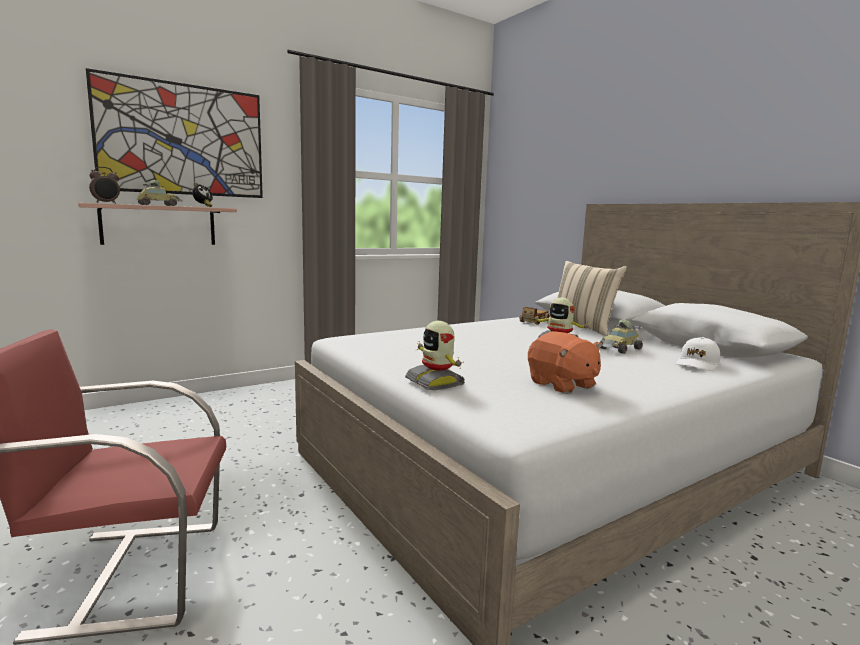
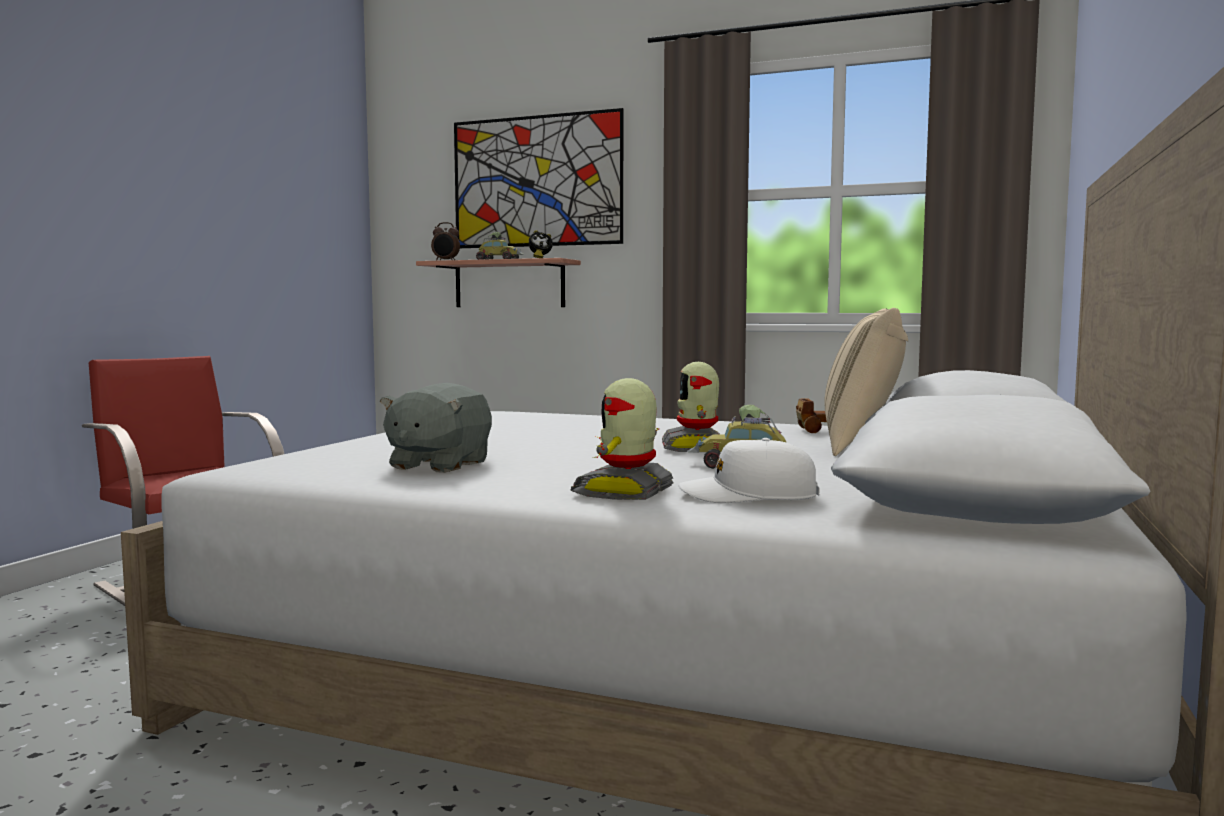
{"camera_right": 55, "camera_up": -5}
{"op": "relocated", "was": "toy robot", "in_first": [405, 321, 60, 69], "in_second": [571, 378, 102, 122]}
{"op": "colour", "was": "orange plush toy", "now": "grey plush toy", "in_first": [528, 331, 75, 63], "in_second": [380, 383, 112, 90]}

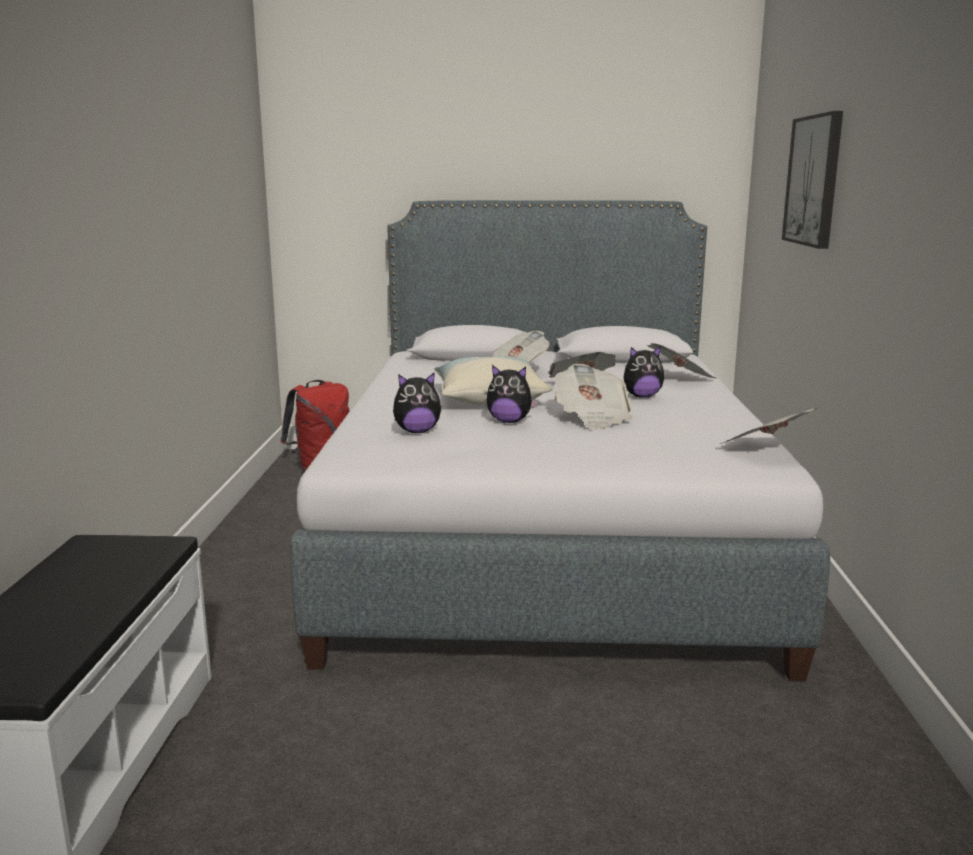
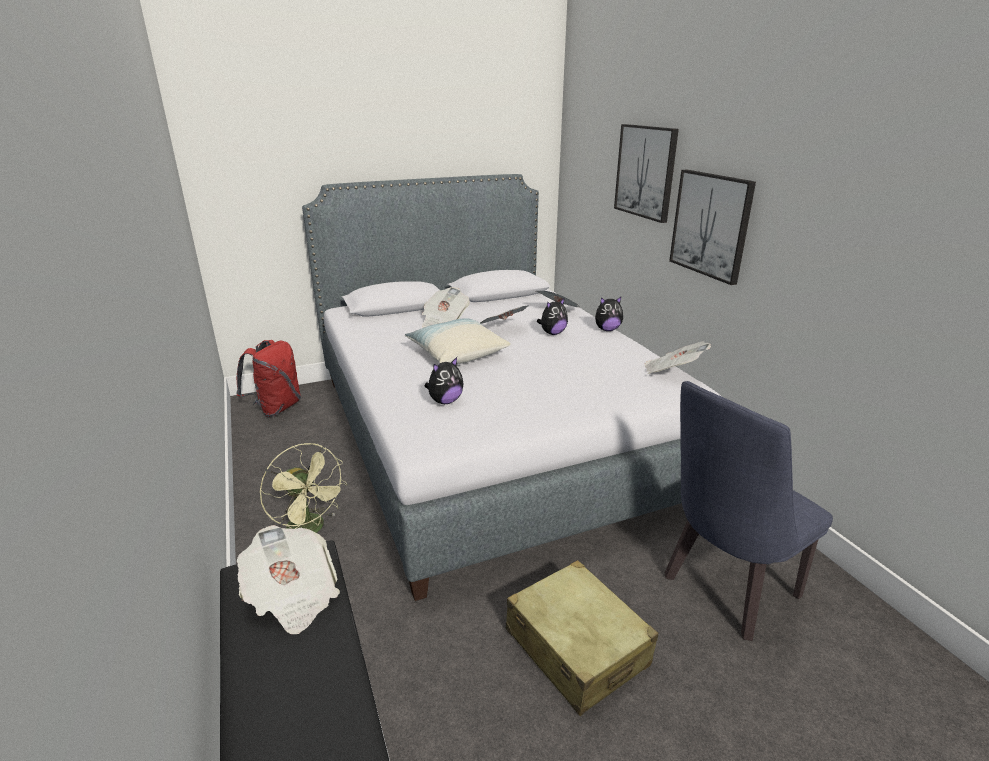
{"camera_right": -25, "camera_up": 10}
{"op": "relocated", "was": "newspaper", "in_first": [554, 364, 78, 66], "in_second": [237, 525, 103, 109]}
{"op": "relocated", "was": "plush toy", "in_first": [486, 365, 52, 58], "in_second": [595, 297, 28, 34]}
{"op": "appeared", "now": "picture", "in_second": [669, 170, 87, 115]}
{"op": "appeared", "now": "blue chair", "in_second": [665, 381, 168, 260]}
{"op": "appeared", "now": "green fan", "in_second": [259, 443, 89, 90]}
{"op": "appeared", "now": "beige suitcase", "in_second": [506, 560, 152, 156]}

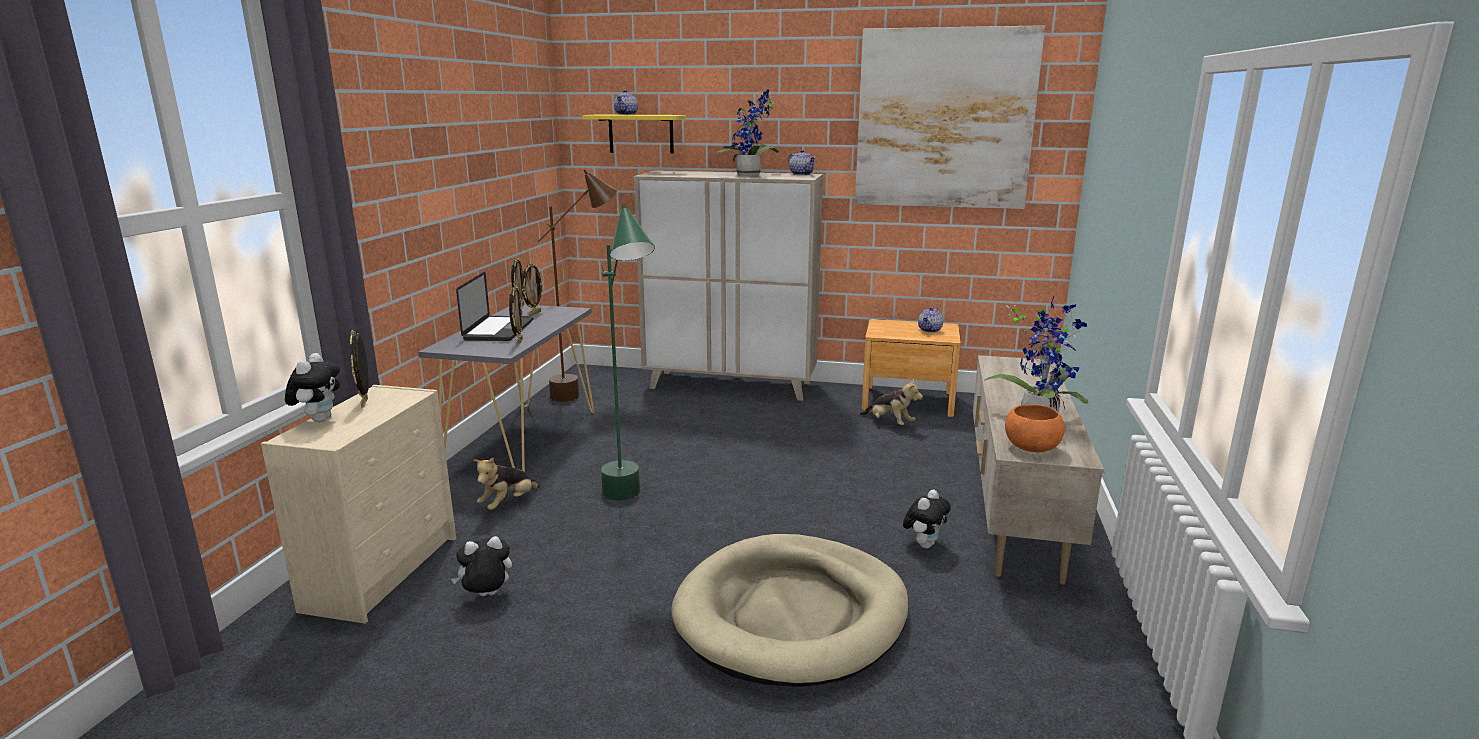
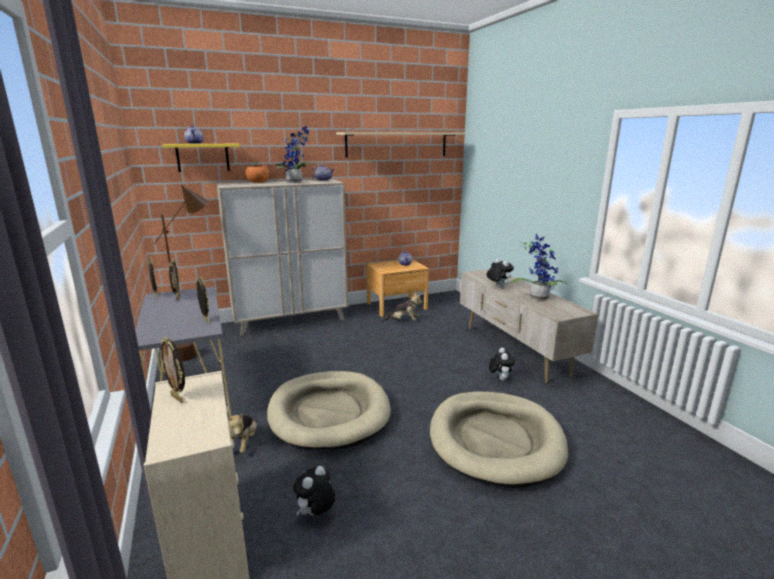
{"camera_right": -35, "camera_up": 0}
{"op": "exchanged", "was": "picture", "now": "beige shelf", "in_first": [855, 25, 190, 184], "in_second": [336, 132, 130, 26]}
{"op": "exchanged", "was": "green floor lamp", "now": "beige dog bed", "in_first": [601, 203, 54, 298], "in_second": [267, 371, 124, 79]}
{"op": "missing", "was": "laptop", "in_first": [456, 272, 77, 69]}
{"op": "relocated", "was": "plush toy", "in_first": [285, 353, 55, 69], "in_second": [486, 258, 28, 30]}
{"op": "relocated", "was": "orange bowl", "in_first": [1005, 404, 60, 48], "in_second": [245, 166, 24, 17]}

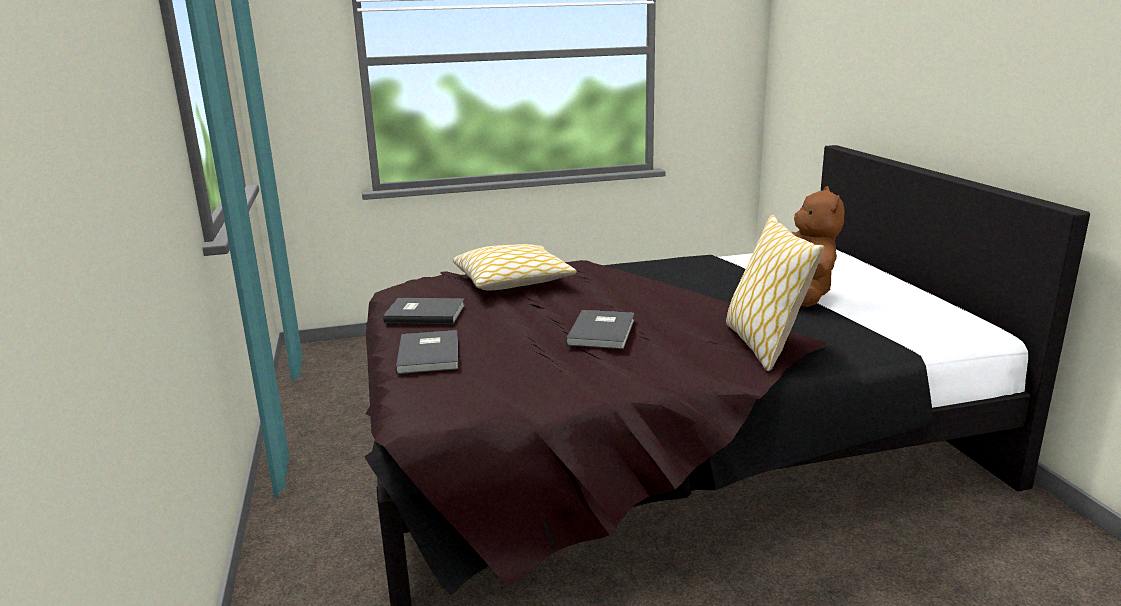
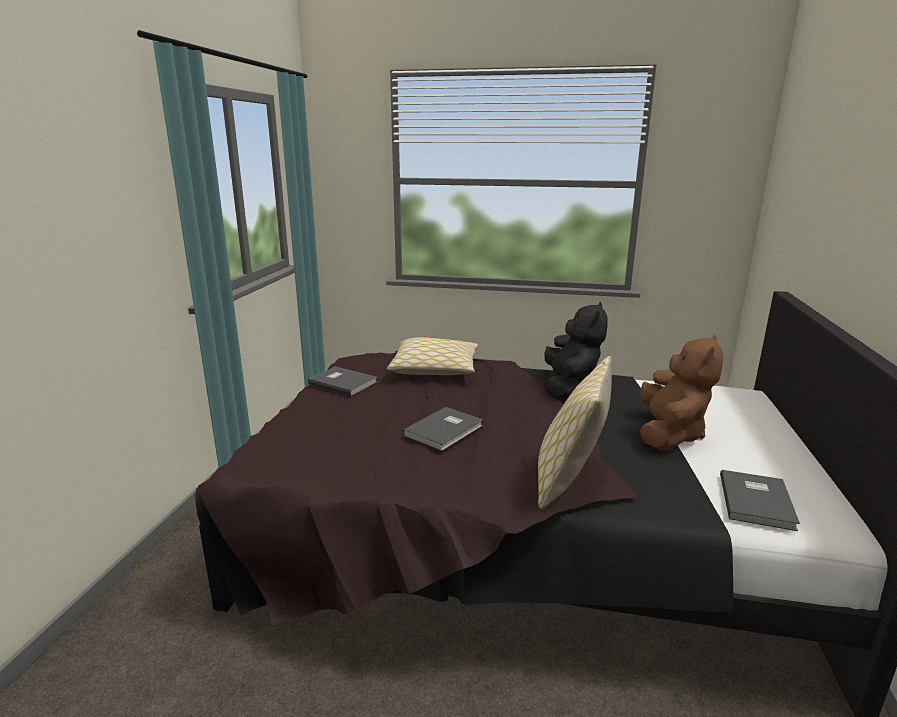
{"camera_right": 25, "camera_up": 0}
{"op": "relocated", "was": "grey book", "in_first": [396, 330, 62, 44], "in_second": [720, 470, 80, 61]}
{"op": "appeared", "now": "black plush toy", "in_second": [544, 302, 63, 98]}

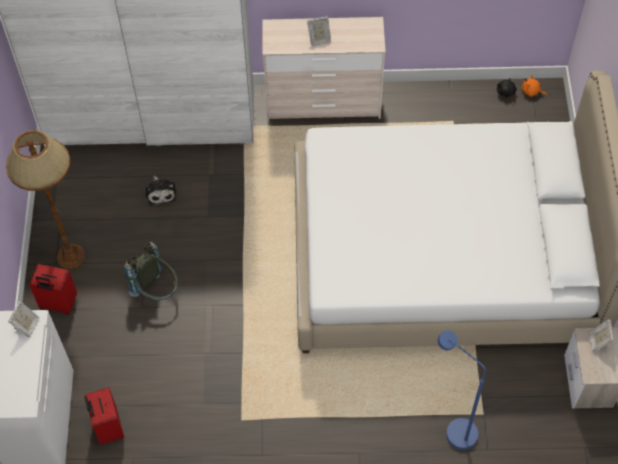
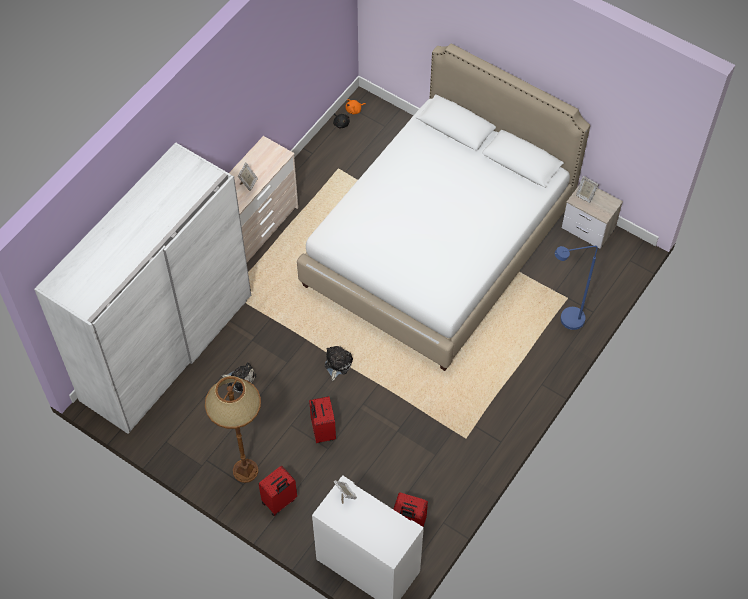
{"camera_right": -55, "camera_up": 0}
{"op": "exchanged", "was": "grey backpack", "now": "red suitcase", "in_first": [124, 242, 54, 58], "in_second": [309, 396, 27, 47]}
{"op": "appeared", "now": "plush toy", "in_second": [325, 346, 28, 35]}

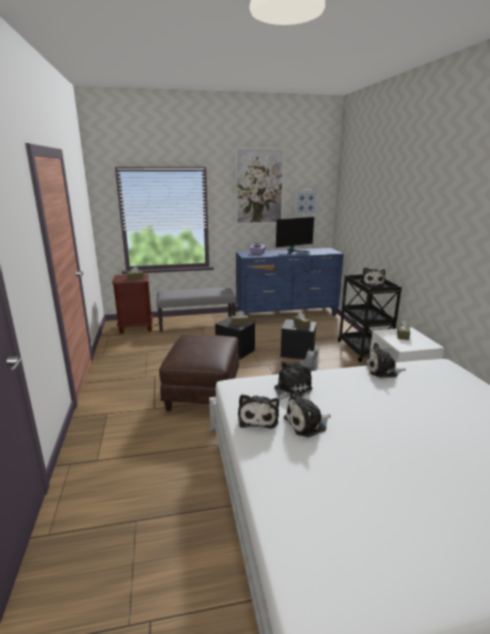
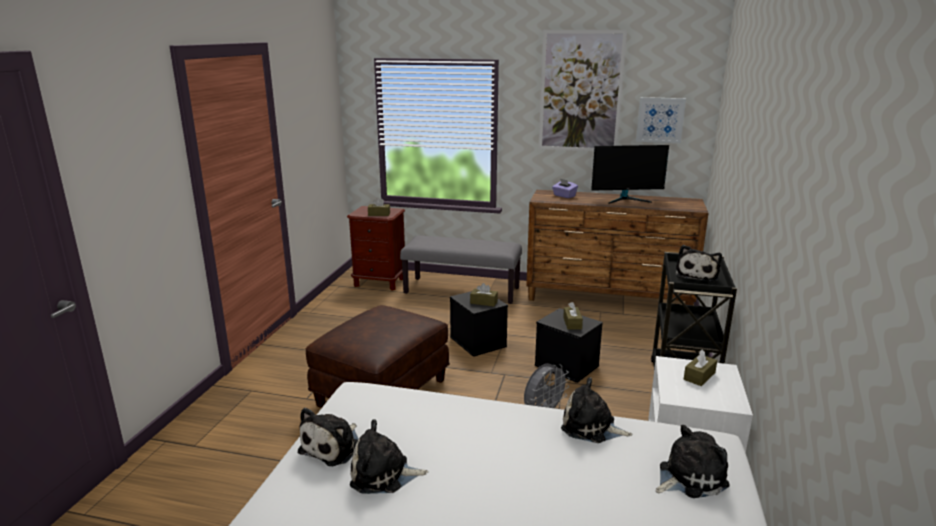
{"camera_right": 25, "camera_up": 0}
{"op": "colour", "was": "blue dresser", "now": "brown dresser", "in_first": [236, 248, 108, 68], "in_second": [526, 190, 183, 115]}
{"op": "relocated", "was": "plush toy", "in_first": [274, 361, 39, 40], "in_second": [656, 425, 74, 73]}

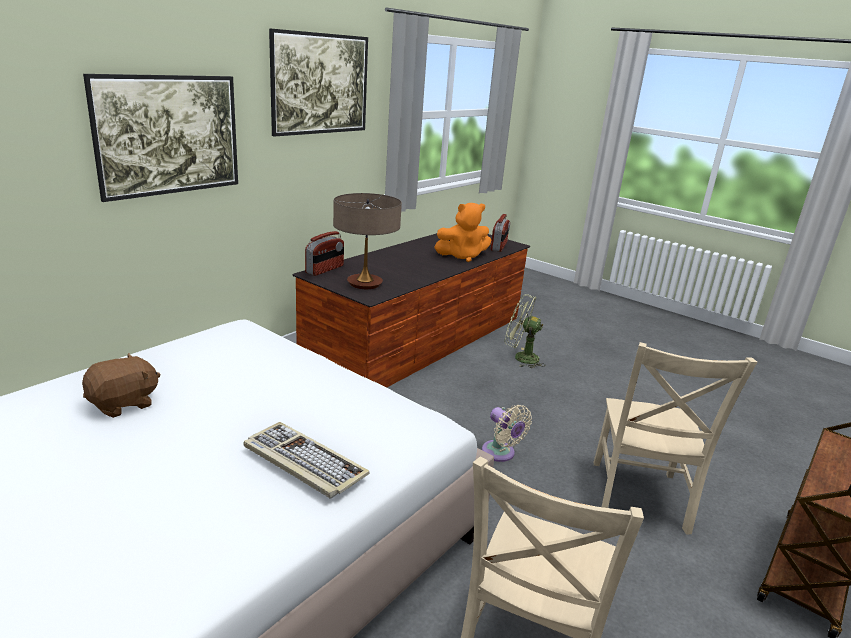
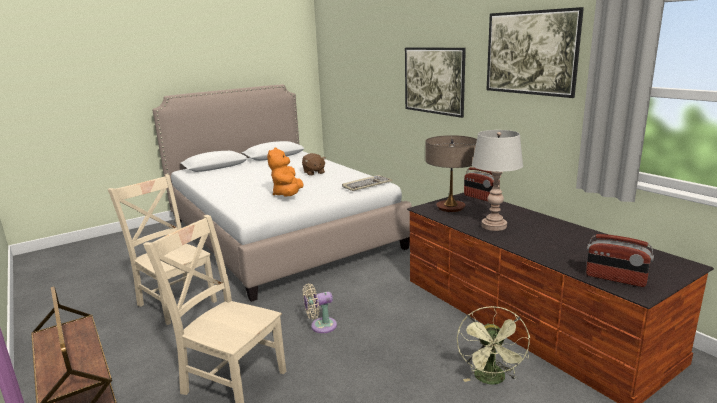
{"camera_right": 110, "camera_up": -5}
{"op": "relocated", "was": "orange plush toy", "in_first": [434, 203, 57, 59], "in_second": [267, 147, 37, 49]}
{"op": "spun", "was": "green fan", "in_first": [505, 294, 38, 74], "in_second": [457, 306, 73, 79], "clockwise": 150}
{"op": "relocated", "was": "keyboard", "in_first": [243, 422, 127, 76], "in_second": [342, 175, 51, 16]}
{"op": "appeared", "now": "grey table lamp", "in_second": [472, 130, 51, 101]}

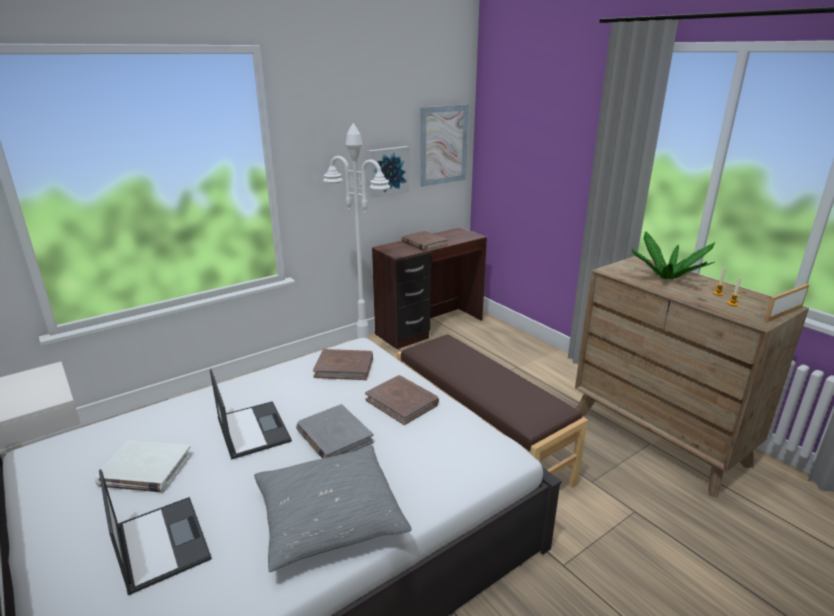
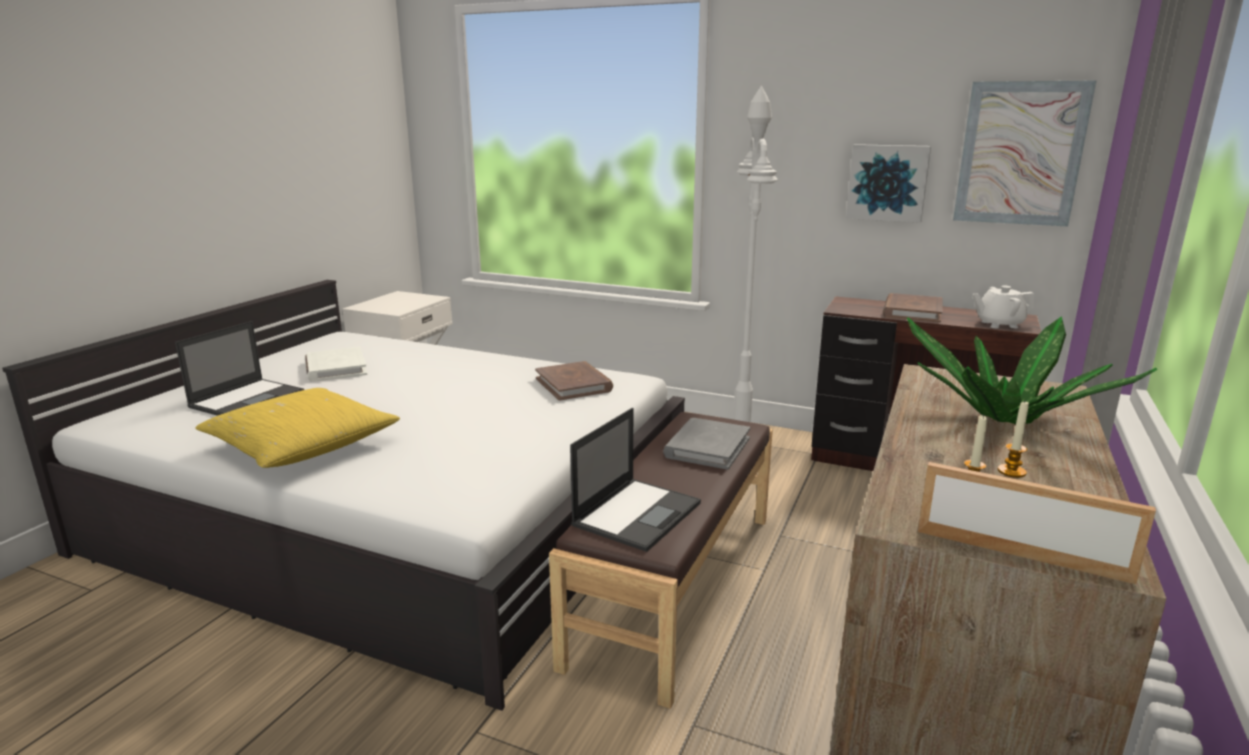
{"camera_right": 60, "camera_up": -5}
{"op": "relocated", "was": "laptop", "in_first": [210, 369, 82, 91], "in_second": [570, 408, 131, 144]}
{"op": "missing", "was": "brown book", "in_first": [365, 375, 74, 50]}
{"op": "relocated", "was": "grey book", "in_first": [296, 404, 78, 54], "in_second": [663, 418, 87, 52]}
{"op": "colour", "was": "grey pillow", "now": "yellow pillow", "in_first": [254, 445, 158, 127], "in_second": [195, 388, 205, 80]}
{"op": "appeared", "now": "white teapot", "in_second": [973, 285, 62, 43]}

